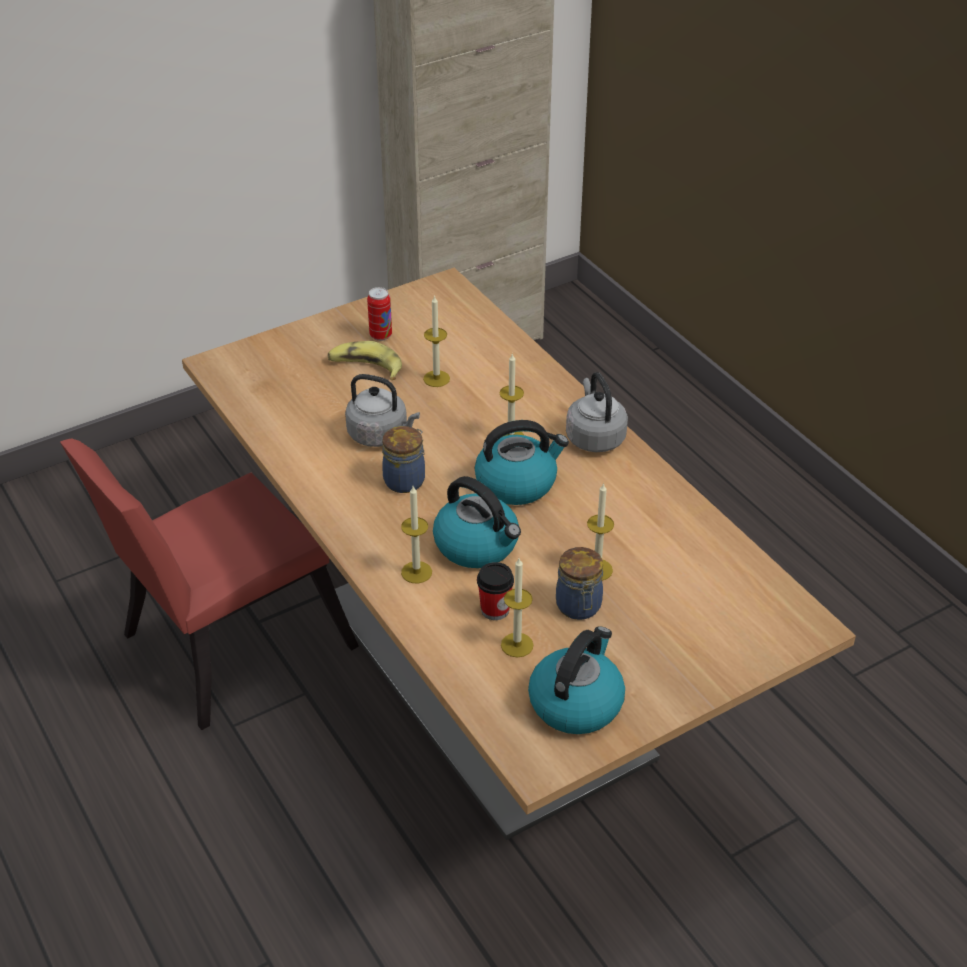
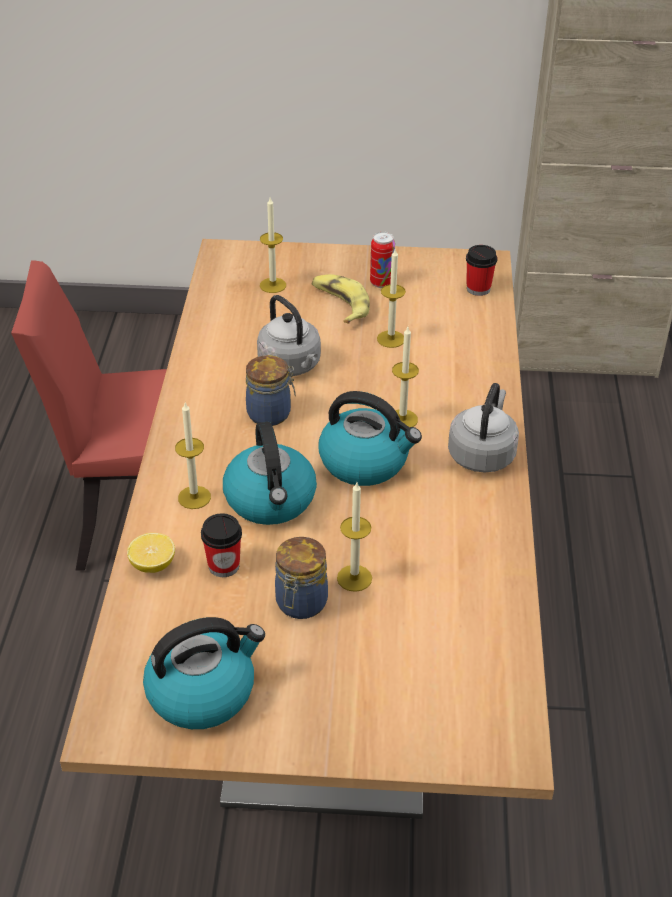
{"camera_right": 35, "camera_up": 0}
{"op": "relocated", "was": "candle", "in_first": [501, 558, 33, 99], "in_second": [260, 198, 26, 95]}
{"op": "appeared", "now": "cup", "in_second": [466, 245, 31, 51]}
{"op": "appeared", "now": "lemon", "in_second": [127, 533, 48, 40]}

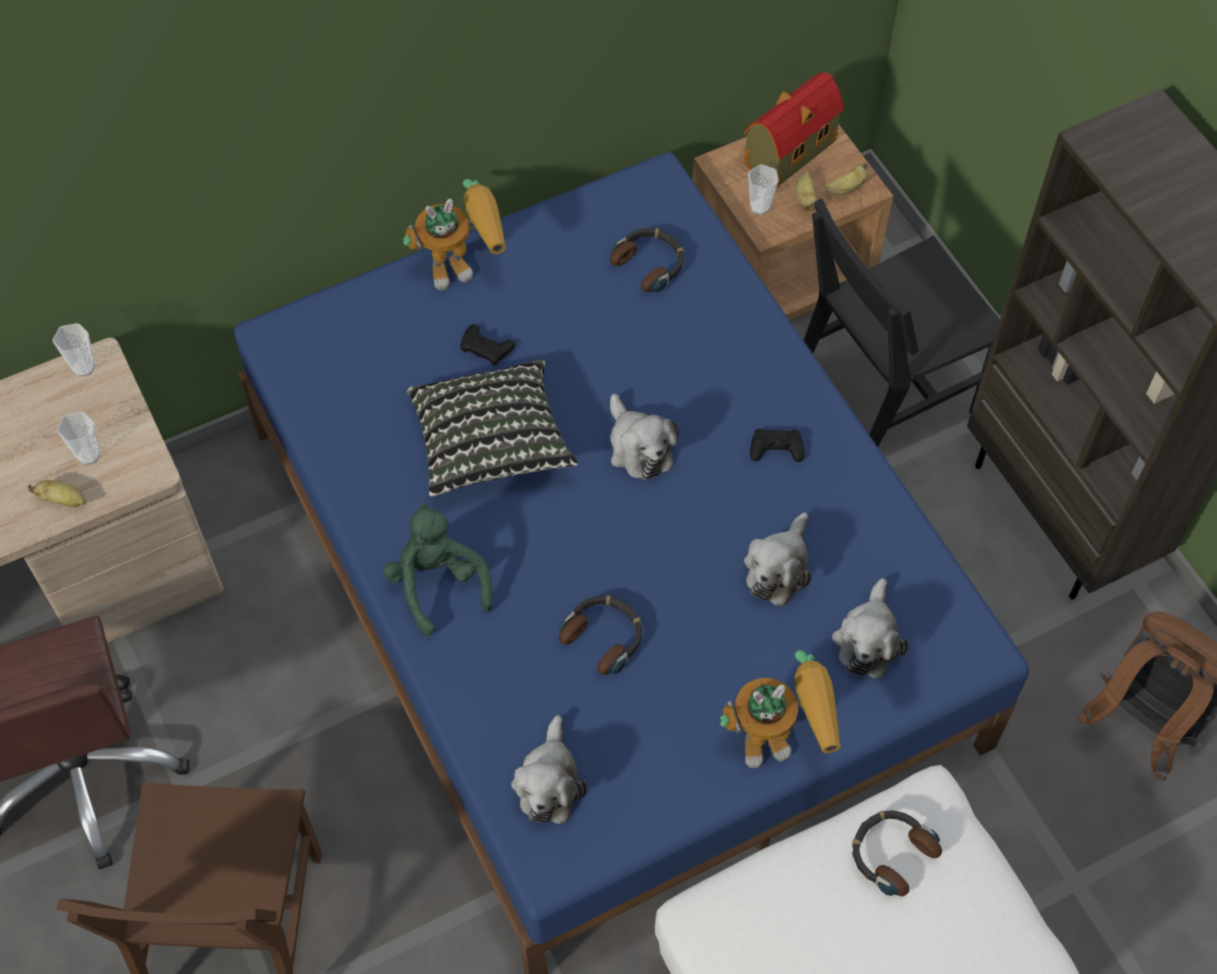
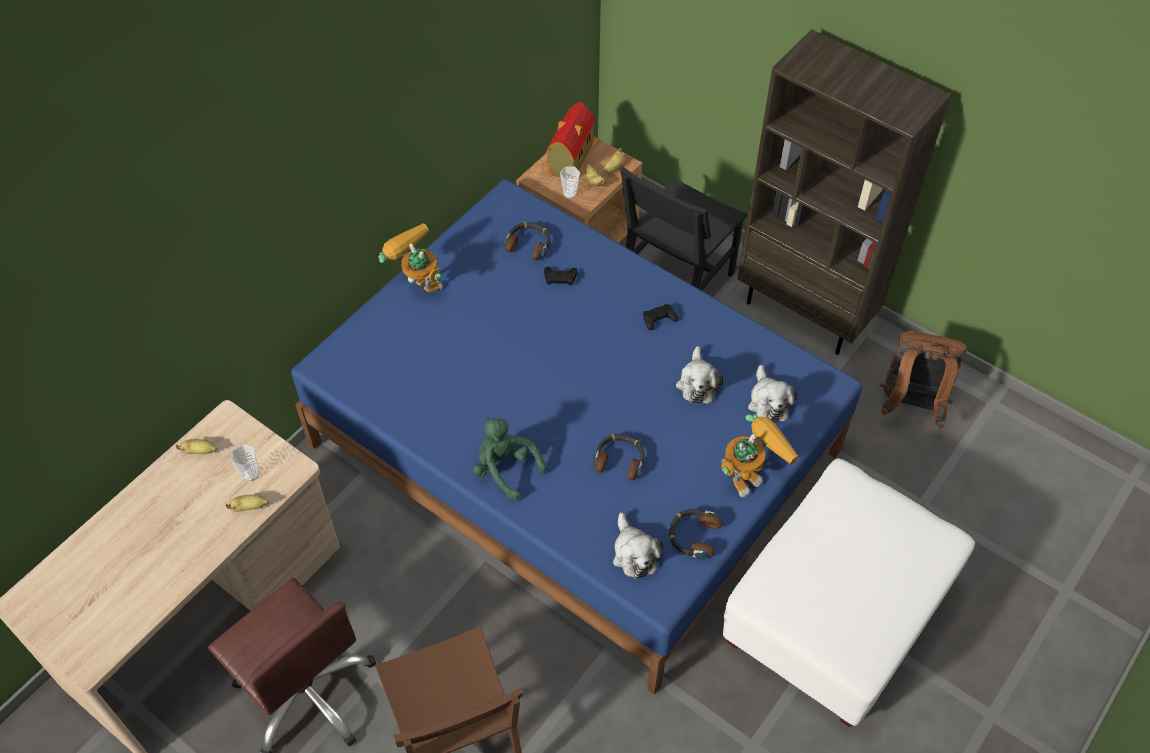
{"camera_right": -25, "camera_up": -5}
{"op": "spun", "was": "toy robot", "in_first": [403, 179, 103, 111], "in_second": [378, 223, 65, 69], "clockwise": -90}
{"op": "missing", "was": "cup", "in_first": [53, 323, 42, 54]}
{"op": "relocated", "was": "black game controller", "in_first": [460, 324, 55, 41], "in_second": [544, 267, 33, 18]}
{"op": "missing", "was": "pillow", "in_first": [407, 359, 171, 138]}
{"op": "missing", "was": "plush toy", "in_first": [610, 394, 69, 87]}
{"op": "relocated", "was": "headphones", "in_first": [852, 810, 90, 86], "in_second": [669, 509, 54, 51]}
{"op": "appeared", "now": "banana", "in_second": [176, 439, 41, 15]}

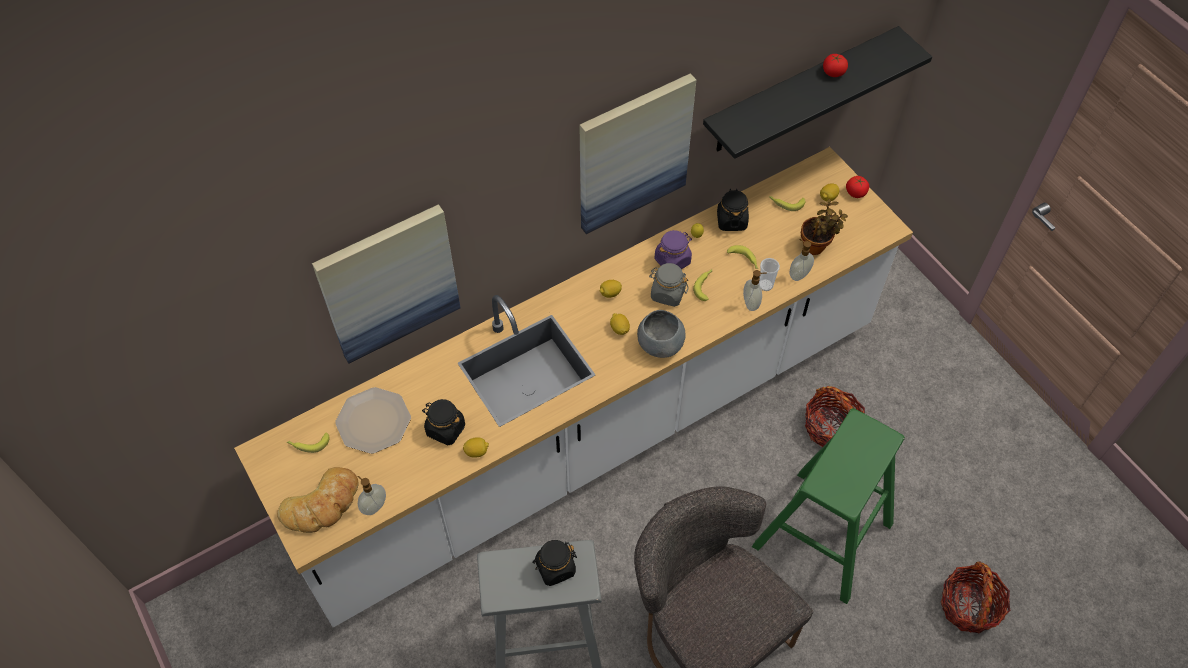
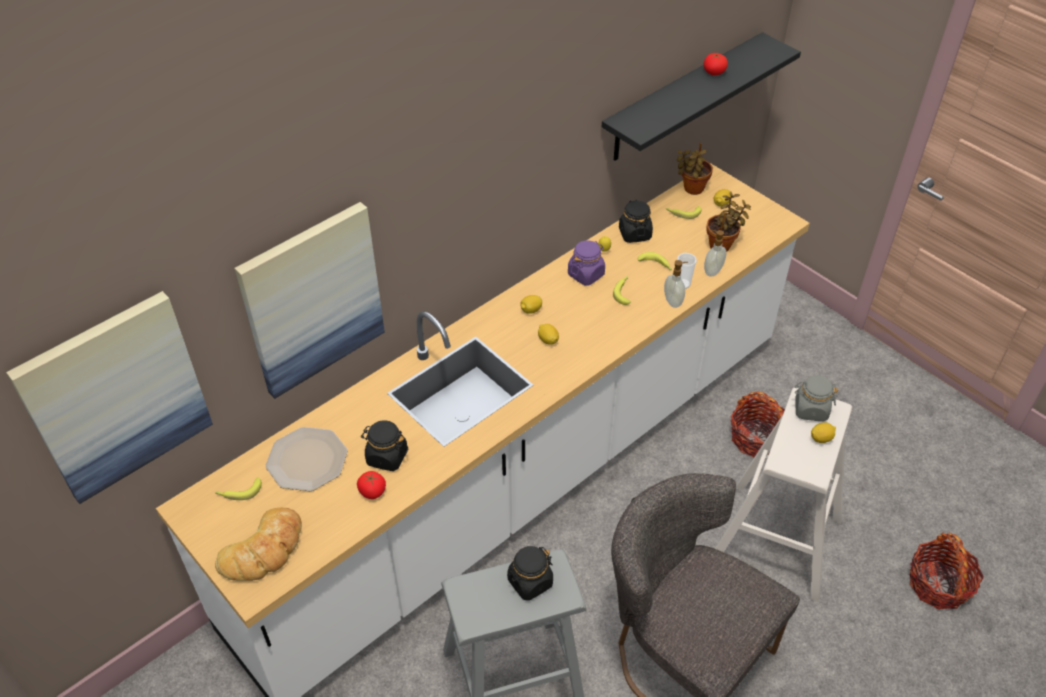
{"camera_right": -10, "camera_up": -10}
{"op": "relocated", "was": "picture", "in_first": [579, 73, 117, 161], "in_second": [6, 291, 207, 213]}
{"op": "relocated", "was": "tomato", "in_first": [846, 176, 23, 22], "in_second": [357, 471, 29, 28]}
{"op": "relocated", "was": "grey jar", "in_first": [649, 263, 40, 44], "in_second": [795, 375, 43, 46]}
{"op": "missing", "was": "grey bowl", "in_first": [637, 310, 49, 48]}
{"op": "colour", "was": "green stool", "now": "beige stool", "in_first": [752, 408, 153, 196], "in_second": [715, 387, 138, 215]}
{"op": "relocated", "was": "lemon", "in_first": [463, 437, 26, 21], "in_second": [811, 423, 25, 20]}
{"op": "missing", "was": "soap dispenser", "in_first": [357, 476, 29, 39]}
{"op": "appeared", "now": "potted plant", "in_second": [677, 143, 36, 52]}

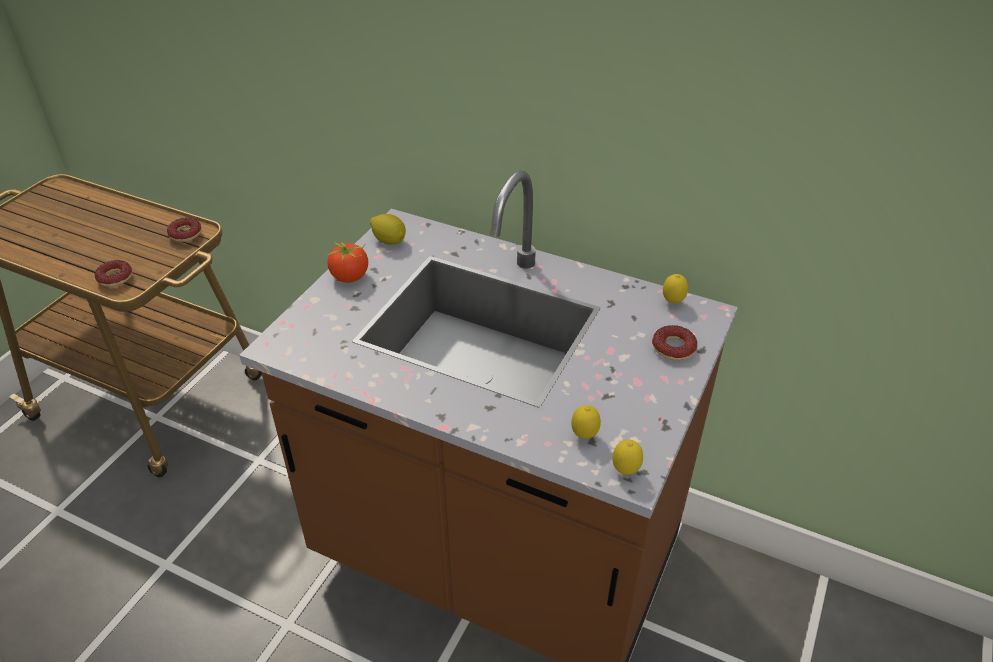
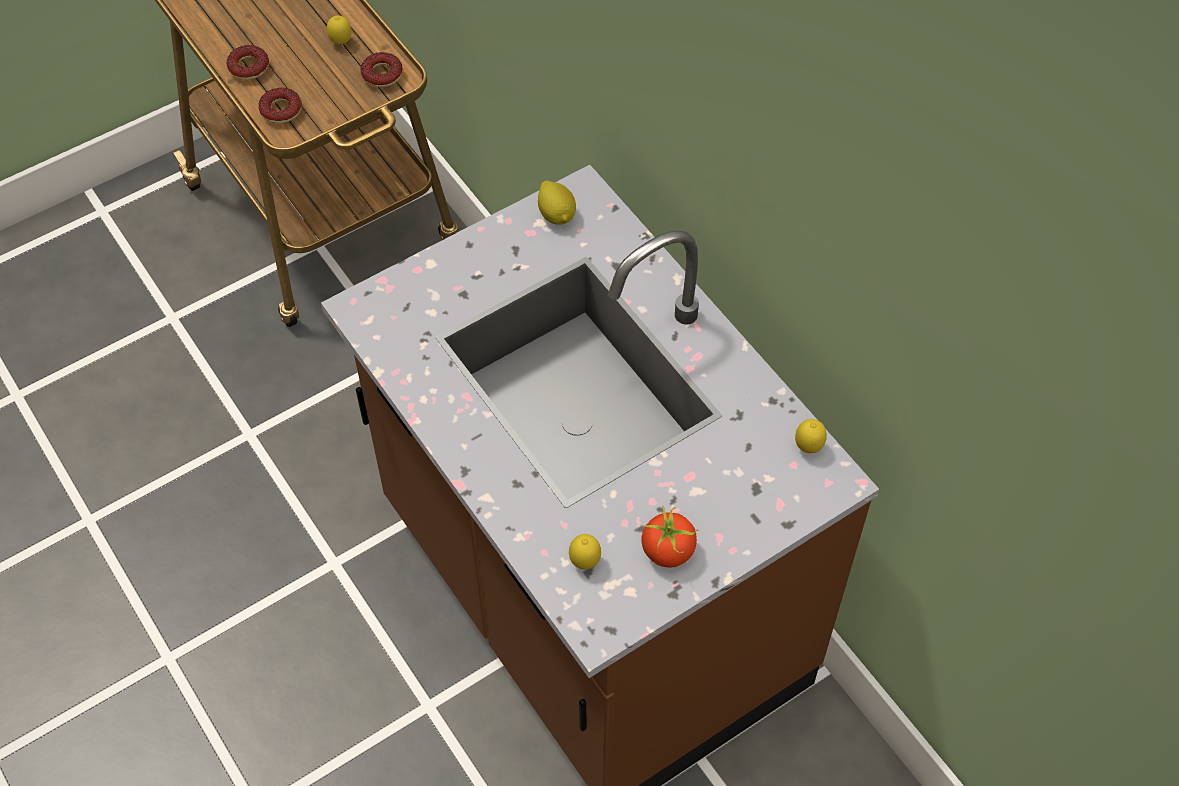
{"camera_right": 30, "camera_up": 15}
{"op": "relocated", "was": "tomato", "in_first": [326, 241, 42, 42], "in_second": [641, 505, 58, 62]}
{"op": "relocated", "was": "donut", "in_first": [652, 325, 45, 35], "in_second": [227, 45, 42, 35]}
{"op": "relocated", "was": "lemon", "in_first": [612, 439, 31, 36], "in_second": [327, 15, 24, 30]}

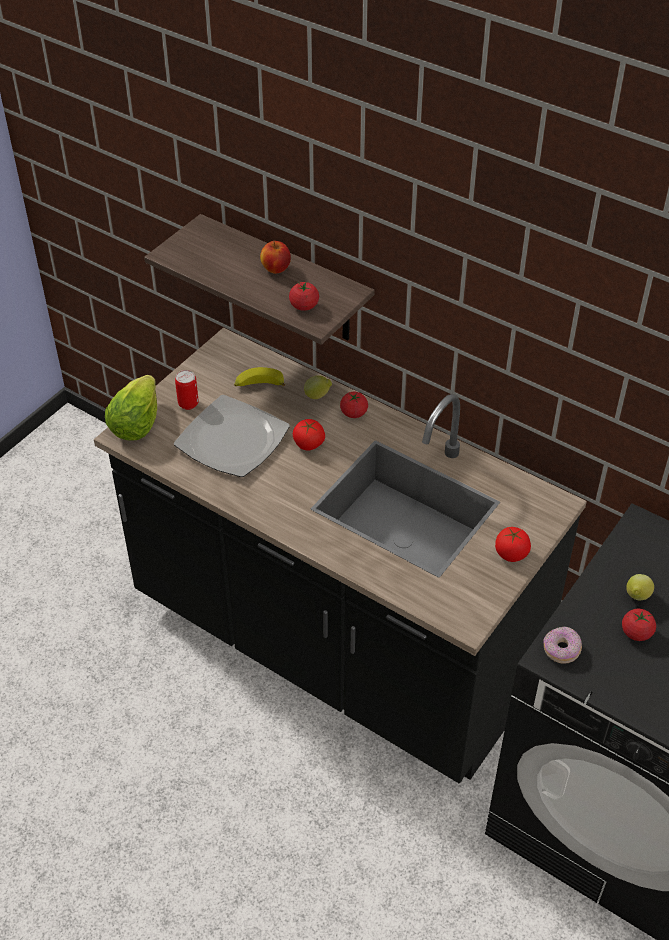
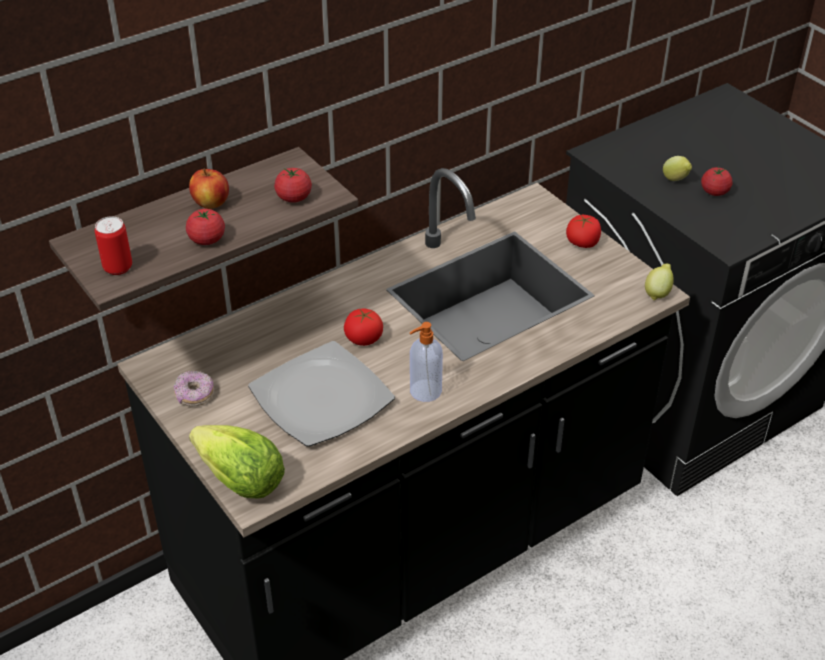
{"camera_right": -70, "camera_up": -5}
{"op": "missing", "was": "banana", "in_first": [234, 367, 51, 19]}
{"op": "relocated", "was": "can", "in_first": [175, 370, 24, 40], "in_second": [95, 216, 37, 59]}
{"op": "relocated", "was": "lemon", "in_first": [304, 375, 28, 24], "in_second": [645, 264, 29, 36]}
{"op": "relocated", "was": "tomato", "in_first": [340, 392, 28, 26], "in_second": [186, 209, 39, 36]}
{"op": "relocated", "was": "donut", "in_first": [543, 627, 39, 37], "in_second": [174, 371, 40, 35]}
{"op": "appeared", "now": "soap dispenser", "in_second": [410, 322, 33, 80]}

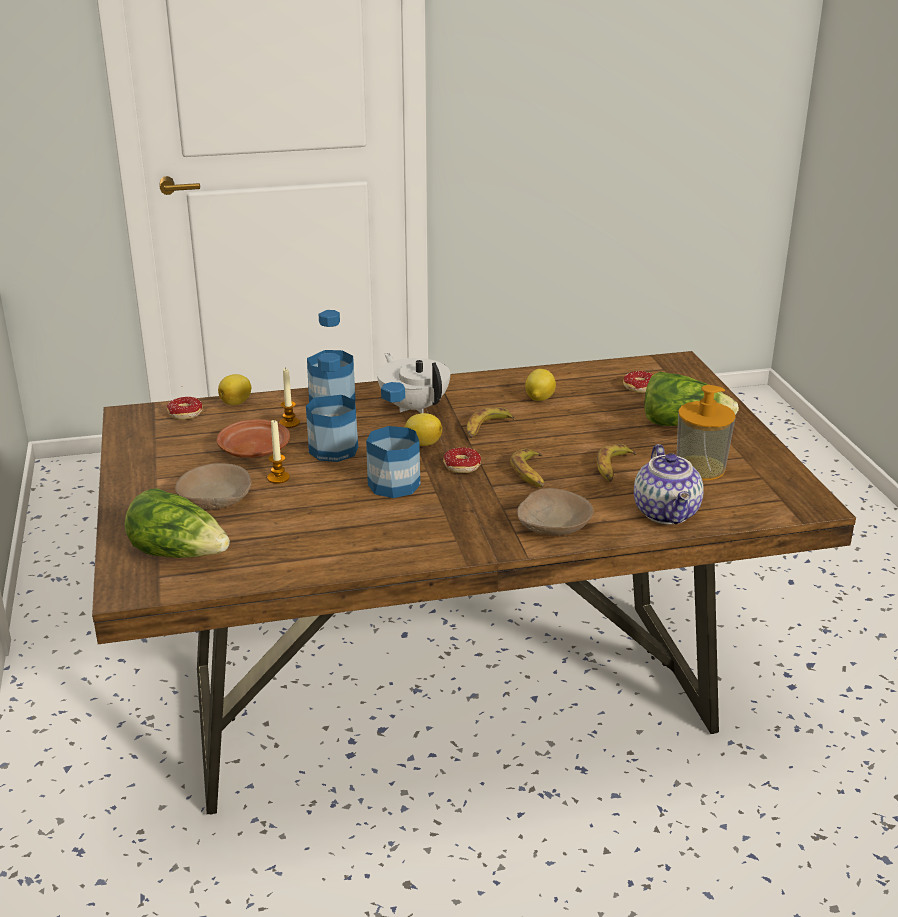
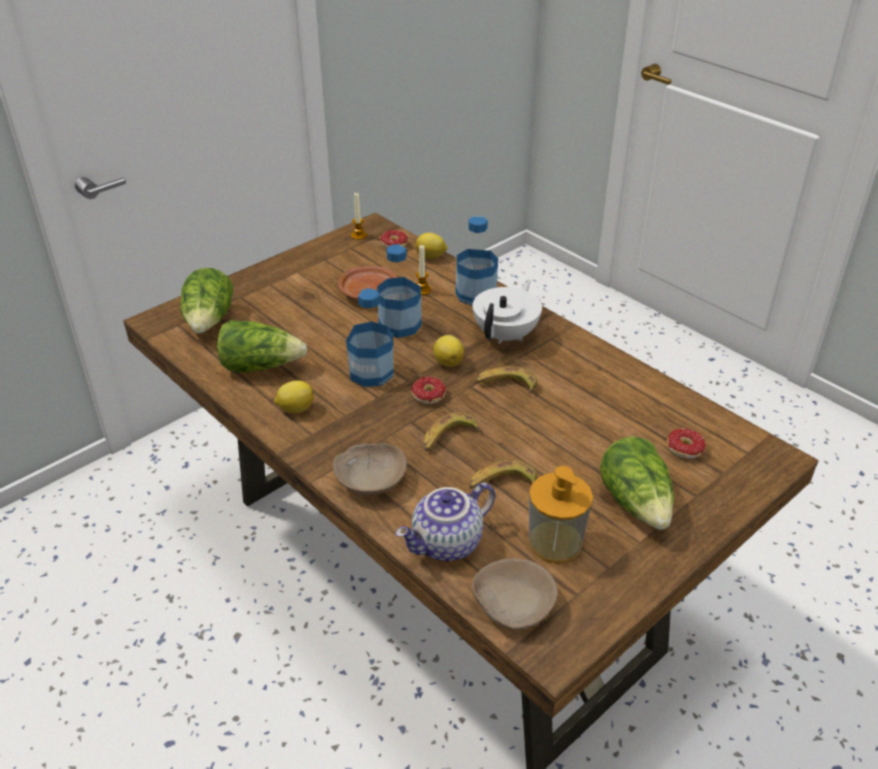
{"camera_right": 60, "camera_up": 10}
{"op": "relocated", "was": "lemon", "in_first": [525, 369, 31, 32], "in_second": [274, 381, 40, 32]}
{"op": "relocated", "was": "candle", "in_first": [267, 420, 23, 64], "in_second": [351, 193, 16, 47]}
{"op": "relocated", "was": "beige bowl", "in_first": [175, 463, 77, 47], "in_second": [472, 558, 86, 72]}
{"op": "appeared", "now": "lettuce", "in_second": [217, 320, 90, 53]}

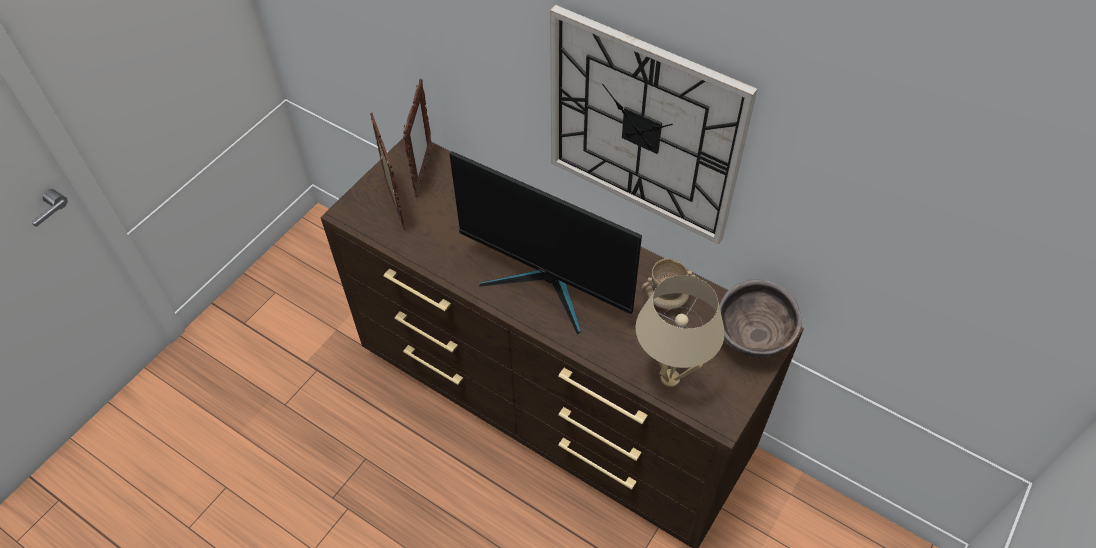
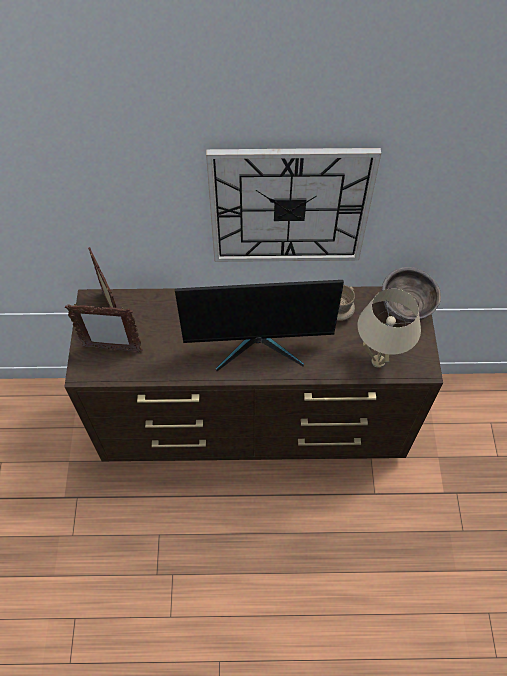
{"camera_right": -35, "camera_up": 5}
{"op": "spun", "was": "picture frame", "in_first": [370, 113, 35, 117], "in_second": [65, 304, 78, 48], "clockwise": 150}

